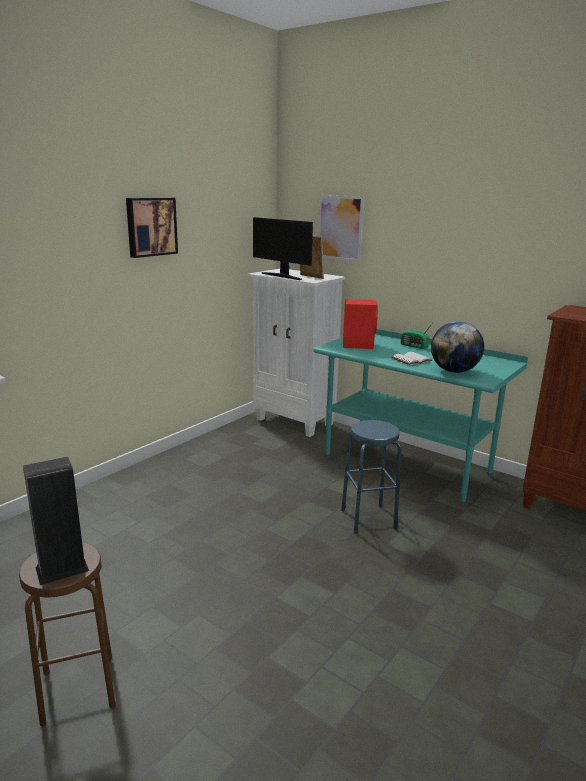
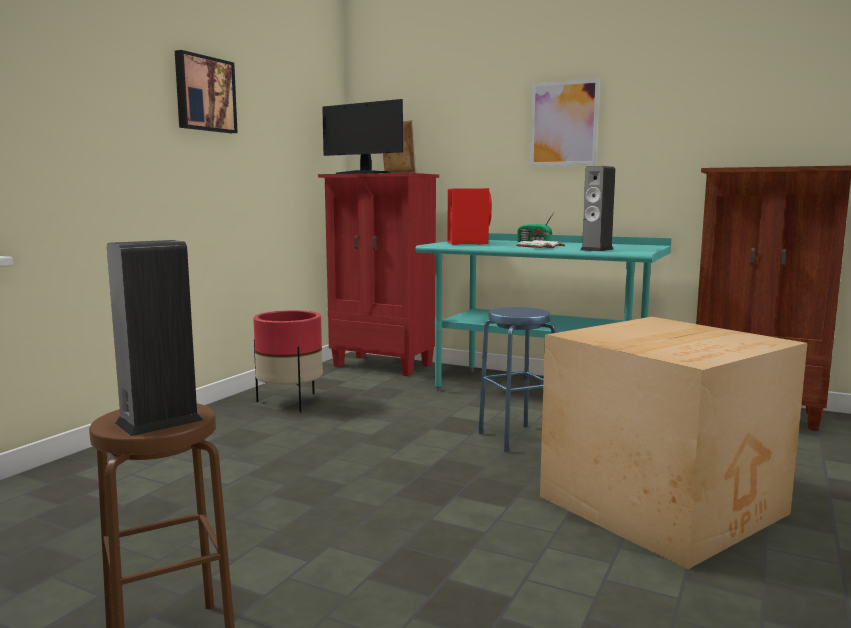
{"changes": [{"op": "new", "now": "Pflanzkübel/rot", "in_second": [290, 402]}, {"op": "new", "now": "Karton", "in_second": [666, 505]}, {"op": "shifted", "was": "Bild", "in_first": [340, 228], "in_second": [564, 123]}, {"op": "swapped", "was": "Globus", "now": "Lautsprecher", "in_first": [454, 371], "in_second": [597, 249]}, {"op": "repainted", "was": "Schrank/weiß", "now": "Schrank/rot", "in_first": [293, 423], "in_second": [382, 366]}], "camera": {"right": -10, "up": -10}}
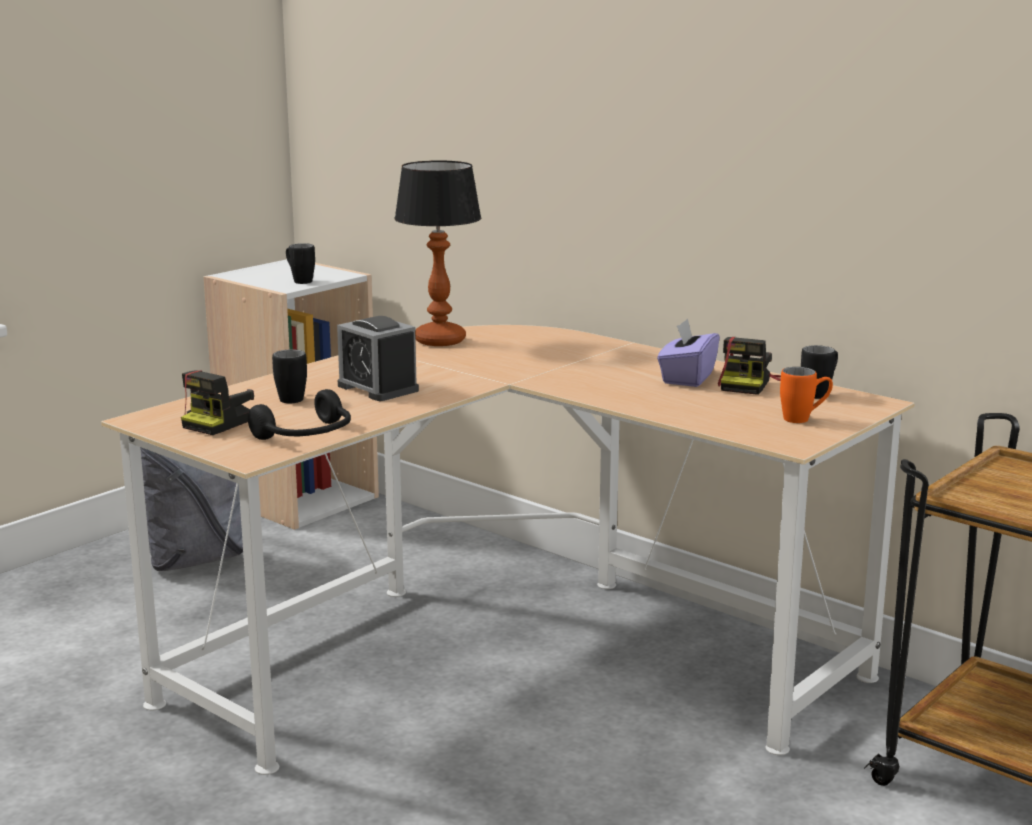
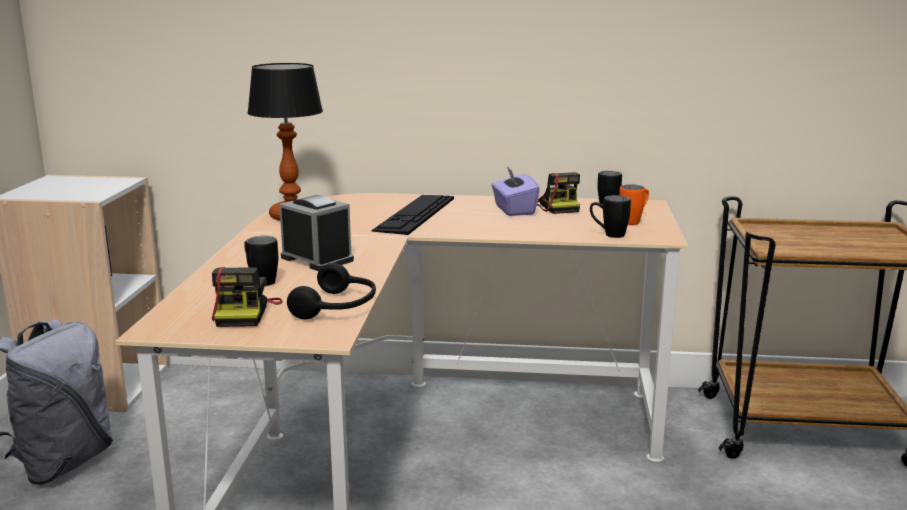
{"changes": [{"op": "new", "now": "Tastatur", "in_second": [415, 214]}, {"op": "shifted", "was": "Henkelbecher/schwarz", "in_first": [299, 281], "in_second": [608, 234]}, {"op": "rotated", "was": "Wecker", "in_first": [378, 388], "in_second": [317, 259], "clockwise": -150}], "camera": {"right": -35, "up": 0}}
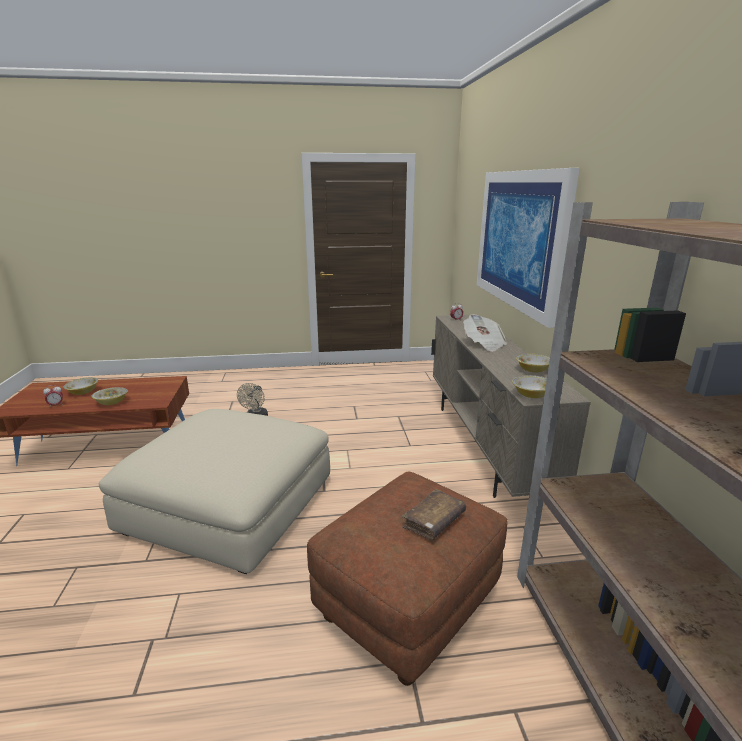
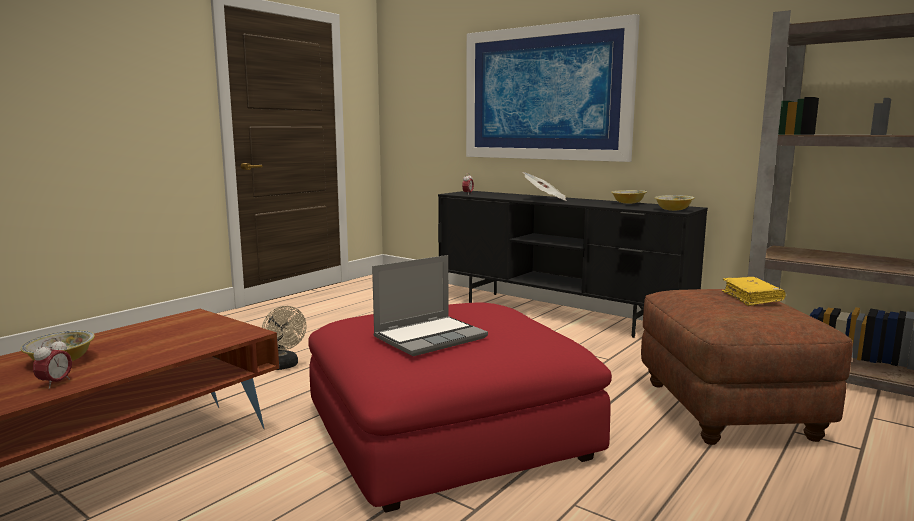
{"changes": [{"op": "gone", "was": "Schüssel", "in_first": [112, 403]}, {"op": "new", "now": "Laptop", "in_second": [430, 337]}, {"op": "repainted", "was": "Polsterhocker/beige", "now": "Polsterhocker/rot", "in_first": [230, 505], "in_second": [448, 432]}, {"op": "repainted", "was": "Buch/braun", "now": "Buch/gelb", "in_first": [434, 521], "in_second": [751, 298]}, {"op": "repainted", "was": "Fernsehschrank/beige", "now": "Fernsehschrank/schwarz", "in_first": [485, 446], "in_second": [557, 313]}], "camera": {"right": -45, "up": -10}}
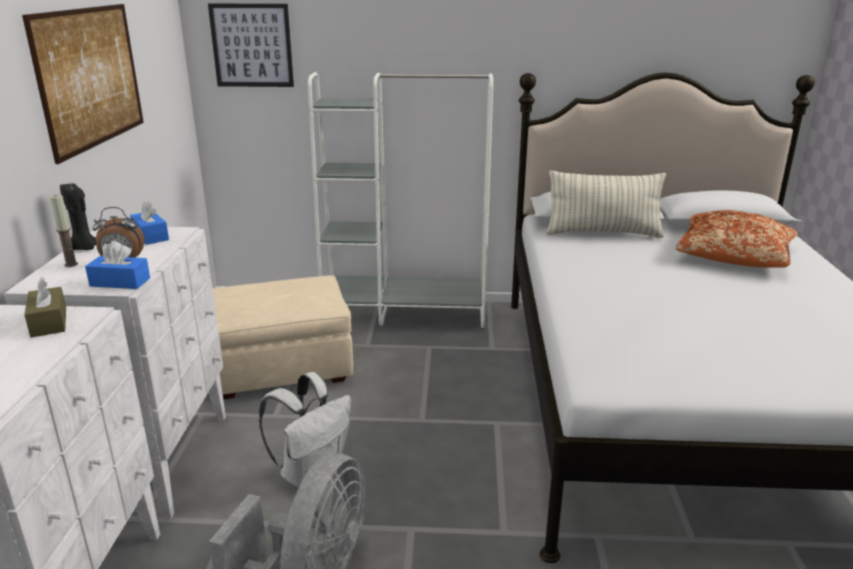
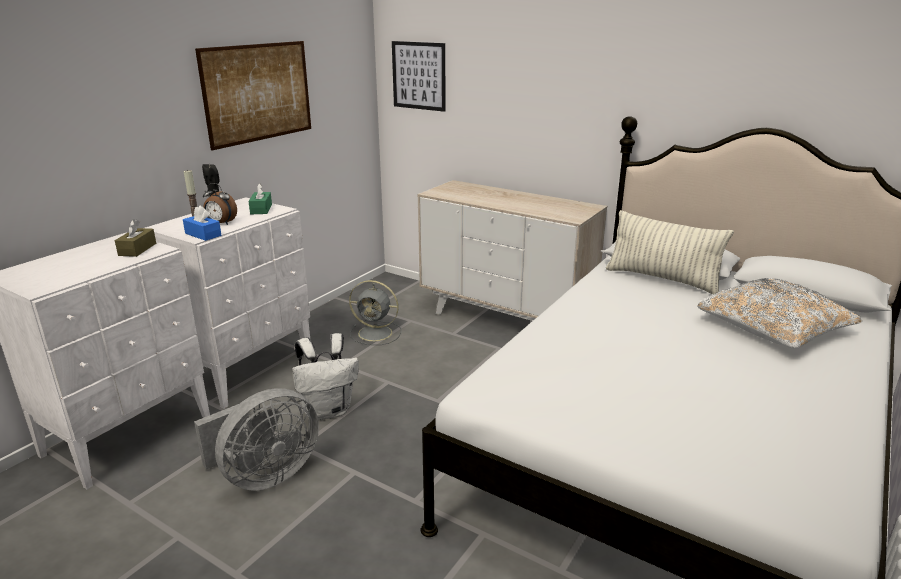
{"changes": [{"op": "swapped", "was": "Polsterhocker/beige", "now": "Ventilator/grau", "in_first": [280, 368], "in_second": [376, 333]}, {"op": "swapped", "was": "Kleiderständer/grau", "now": "Kommode/weiß", "in_first": [405, 316], "in_second": [504, 319]}, {"op": "repainted", "was": "Taschentuchbox/blau", "now": "Taschentuchbox/grün", "in_first": [150, 236], "in_second": [261, 209]}, {"op": "repainted", "was": "Kissen/orange", "now": "Kissen/weiß", "in_first": [734, 255], "in_second": [773, 327]}], "camera": {"right": 30, "up": 0}}
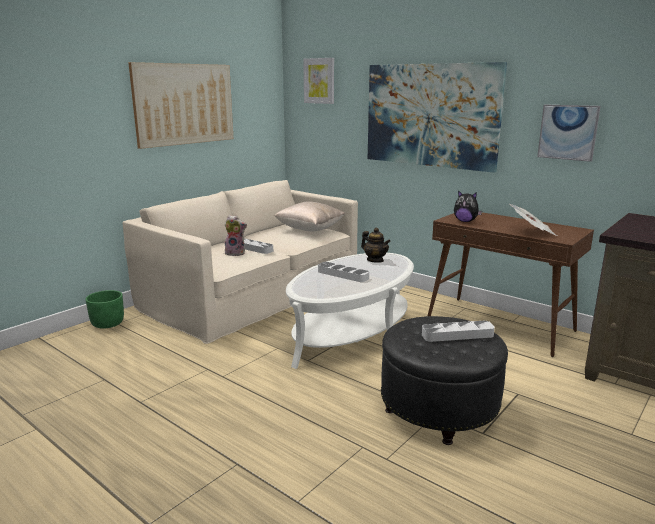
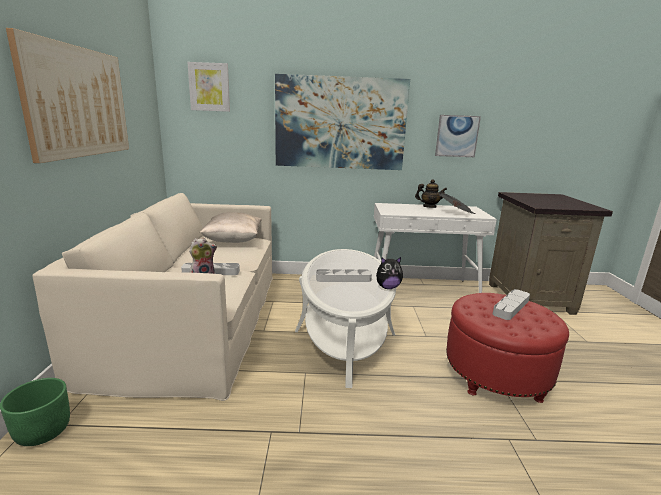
{"changes": [{"op": "shifted", "was": "Teekanne", "in_first": [375, 260], "in_second": [429, 207]}, {"op": "shifted", "was": "Plüschtier", "in_first": [465, 221], "in_second": [387, 287]}, {"op": "repainted", "was": "Polsterhocker/schwarz", "now": "Polsterhocker/rot", "in_first": [439, 411], "in_second": [496, 375]}, {"op": "repainted", "was": "Konsolentisch/braun", "now": "Konsolentisch/weiß", "in_first": [500, 325], "in_second": [422, 289]}], "camera": {"right": -40, "up": 0}}
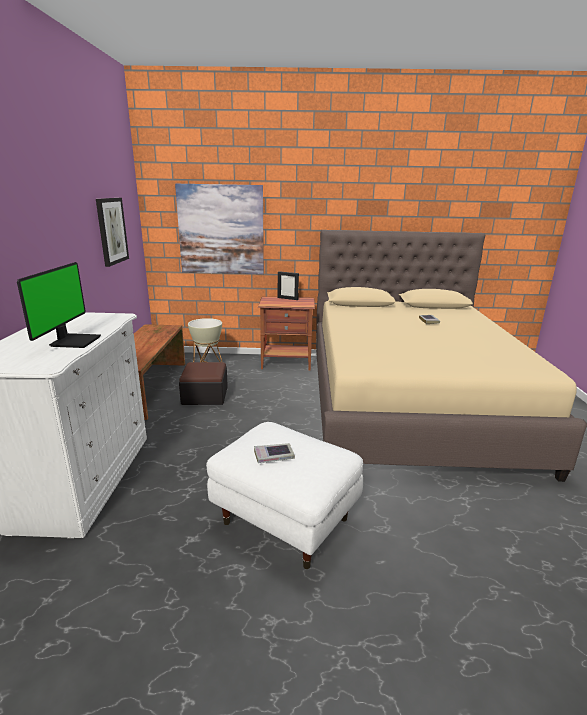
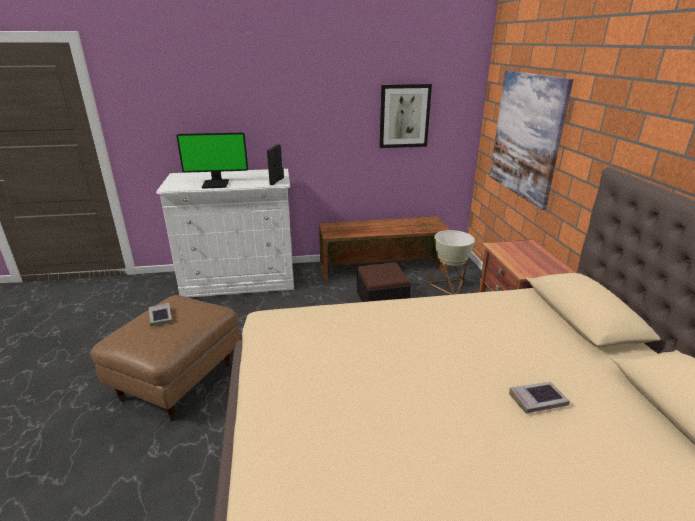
{"changes": [{"op": "shifted", "was": "Bilderrahmen", "in_first": [288, 298], "in_second": [277, 181]}, {"op": "repainted", "was": "Polsterhocker/weiß", "now": "Polsterhocker/braun", "in_first": [284, 520], "in_second": [179, 380]}], "camera": {"right": 80, "up": 5}}
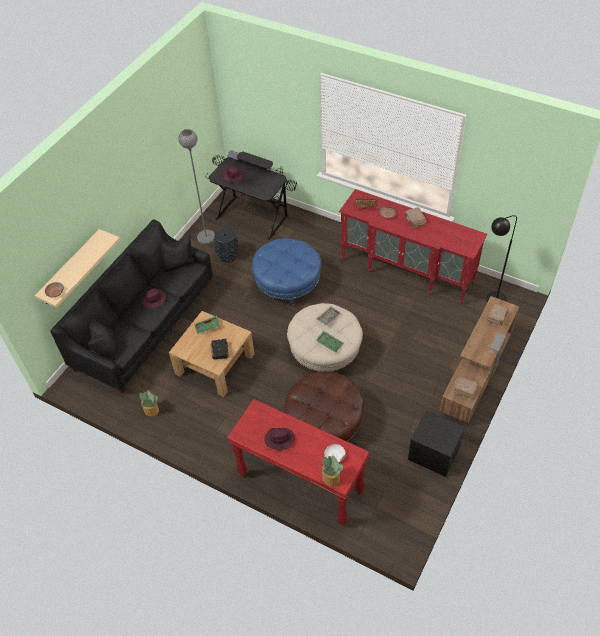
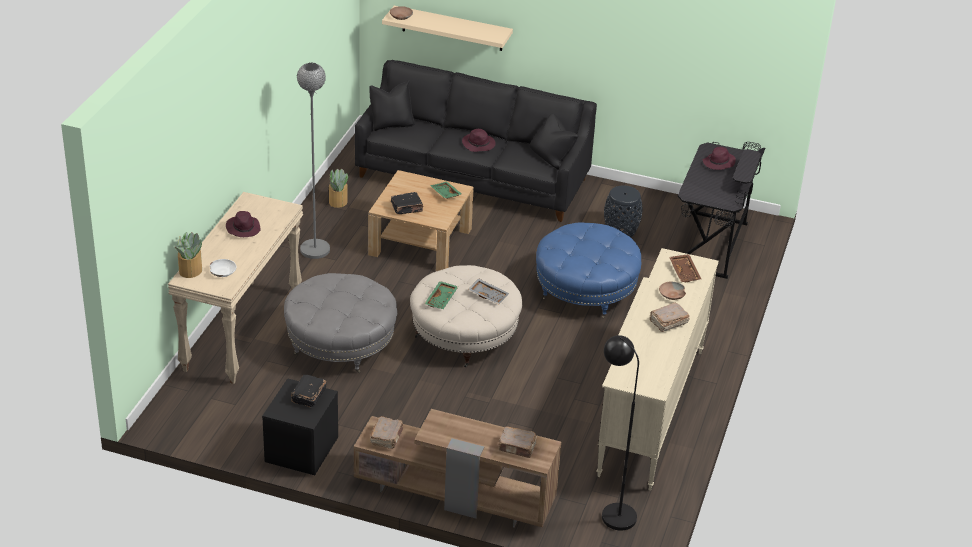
{"changes": [{"op": "new", "now": "Buch/schwarz", "in_second": [308, 396]}, {"op": "shifted", "was": "Stehlampe/grau", "in_first": [206, 237], "in_second": [315, 250]}, {"op": "repainted", "was": "Konsolentisch/rot", "now": "Konsolentisch/beige", "in_first": [300, 484], "in_second": [241, 330]}, {"op": "repainted", "was": "Polsterhocker/braun", "now": "Polsterhocker/grau", "in_first": [324, 422], "in_second": [341, 344]}, {"op": "repainted", "was": "Schrank/rot", "now": "Schrank/beige", "in_first": [406, 271], "in_second": [650, 411]}], "camera": {"right": 75, "up": -15}}
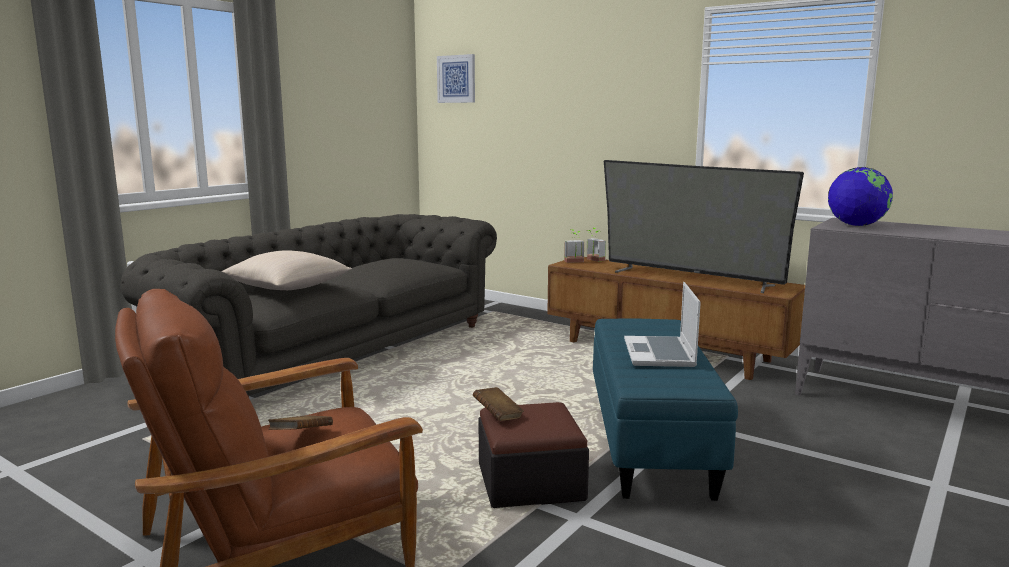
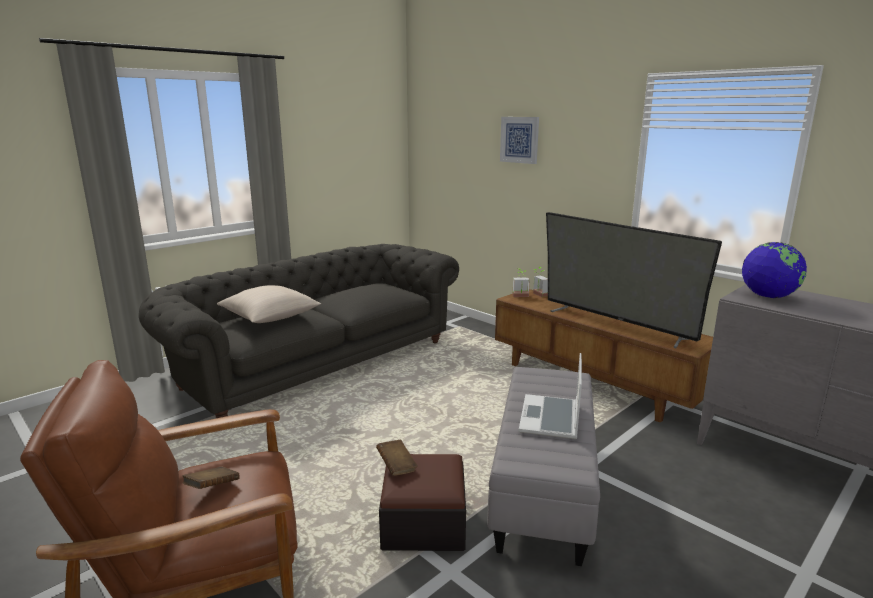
{"changes": [{"op": "shifted", "was": "Bild", "in_first": [456, 79], "in_second": [519, 140]}, {"op": "repainted", "was": "Polsterhocker/blau", "now": "Polsterhocker/grau", "in_first": [652, 443], "in_second": [544, 489]}], "camera": {"right": 10, "up": 5}}
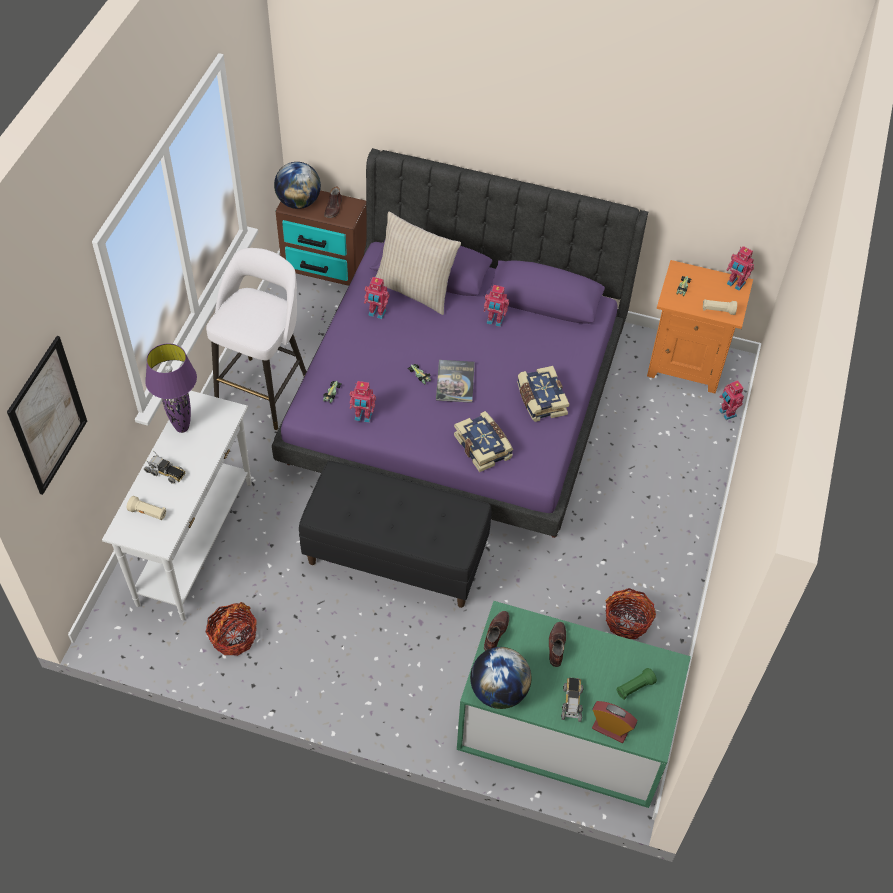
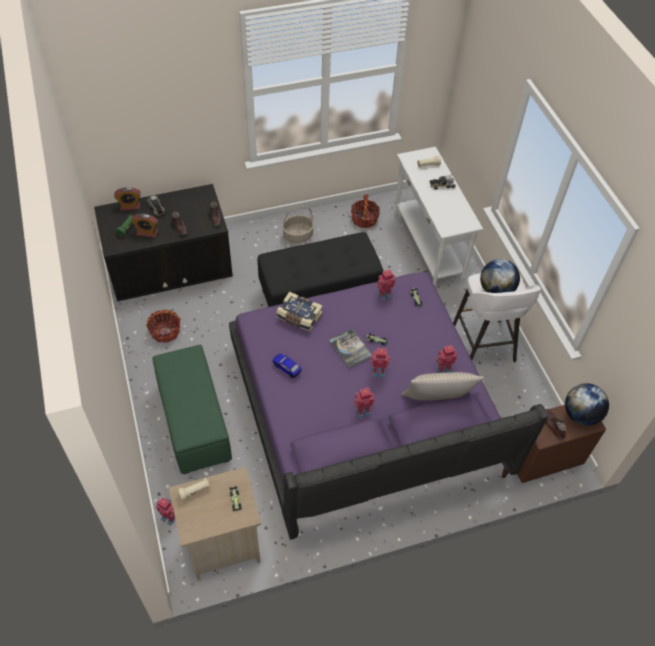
{"changes": [{"op": "gone", "was": "Bild", "in_first": [48, 416]}, {"op": "gone", "was": "Tischlampe/lila", "in_first": [182, 427]}, {"op": "new", "now": "Wecker", "in_second": [147, 232]}, {"op": "new", "now": "Polsterhocker/grün", "in_second": [194, 421]}, {"op": "new", "now": "Korb", "in_second": [298, 235]}, {"op": "shifted", "was": "Globus", "in_first": [498, 691], "in_second": [496, 290]}, {"op": "shifted", "was": "Spielzeugroboter", "in_first": [735, 284], "in_second": [378, 371]}, {"op": "swapped", "was": "Buch", "now": "Spielzeugauto", "in_first": [540, 400], "in_second": [287, 368]}, {"op": "repainted", "was": "Schrank/grün", "now": "Schrank/schwarz", "in_first": [564, 727], "in_second": [170, 264]}, {"op": "repainted", "was": "Nachttisch/orange", "now": "Nachttisch/beige", "in_first": [687, 365], "in_second": [221, 545]}], "camera": {"right": 145, "up": 0}}
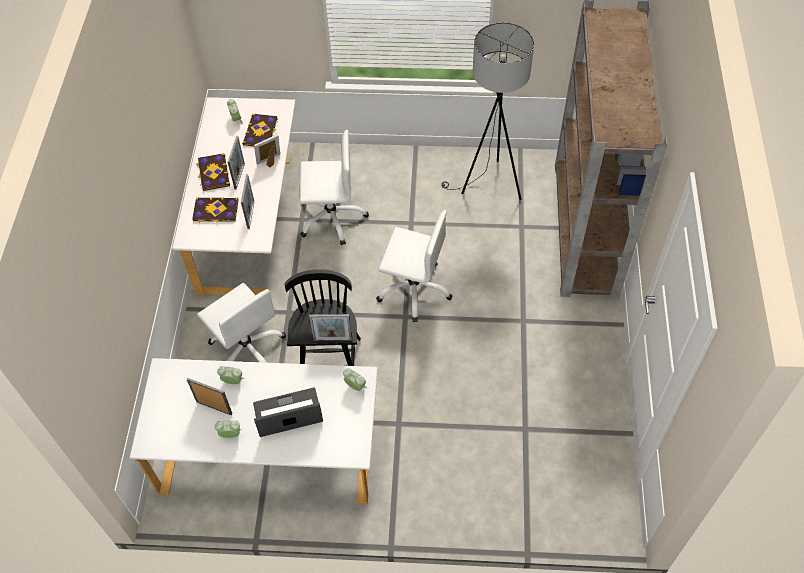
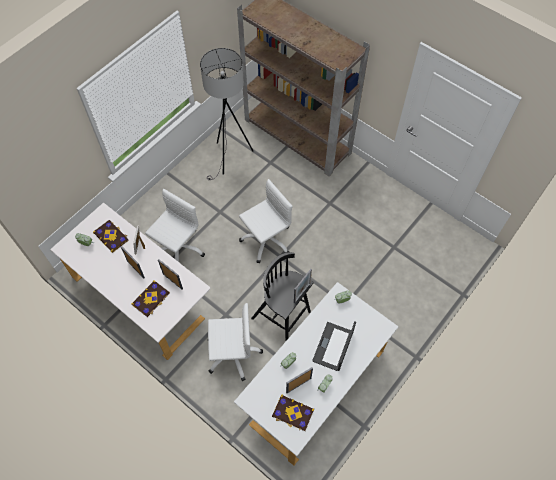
{"changes": [{"op": "shifted", "was": "Buch", "in_first": [213, 173], "in_second": [292, 413]}], "camera": {"right": -55, "up": 5}}
